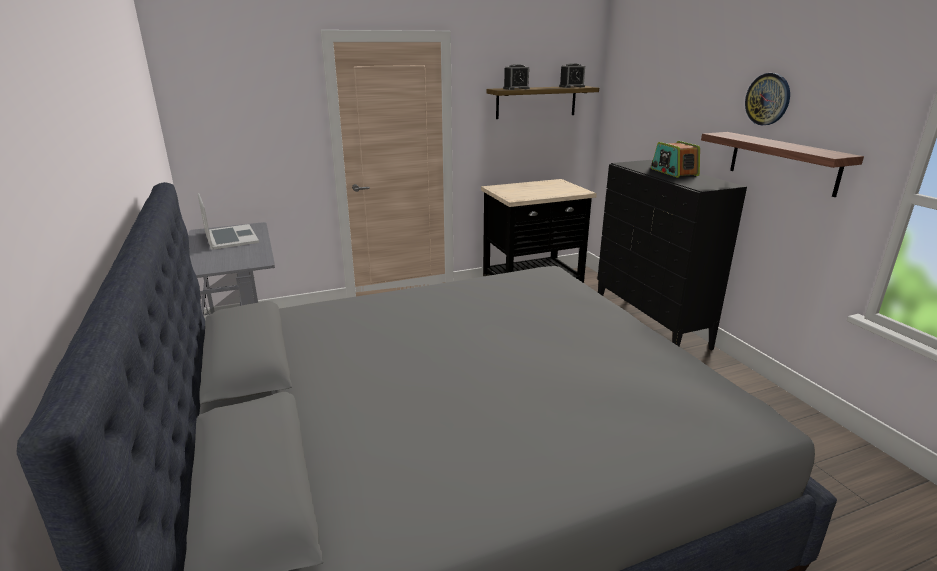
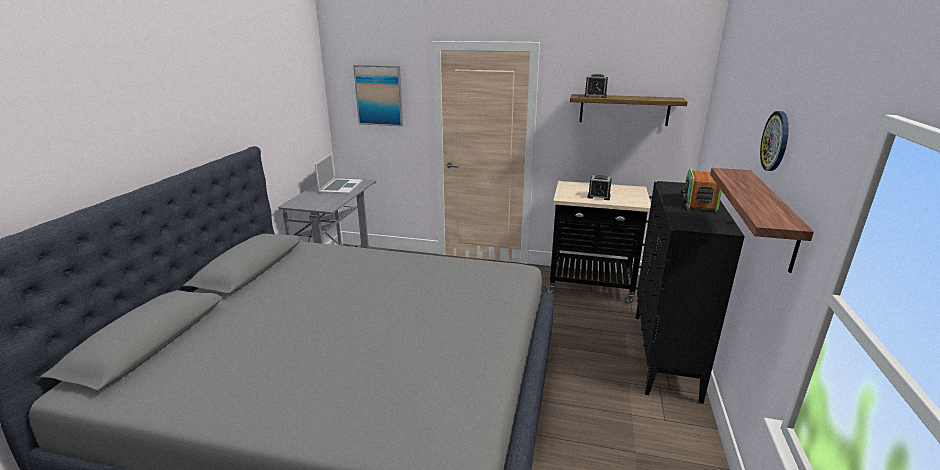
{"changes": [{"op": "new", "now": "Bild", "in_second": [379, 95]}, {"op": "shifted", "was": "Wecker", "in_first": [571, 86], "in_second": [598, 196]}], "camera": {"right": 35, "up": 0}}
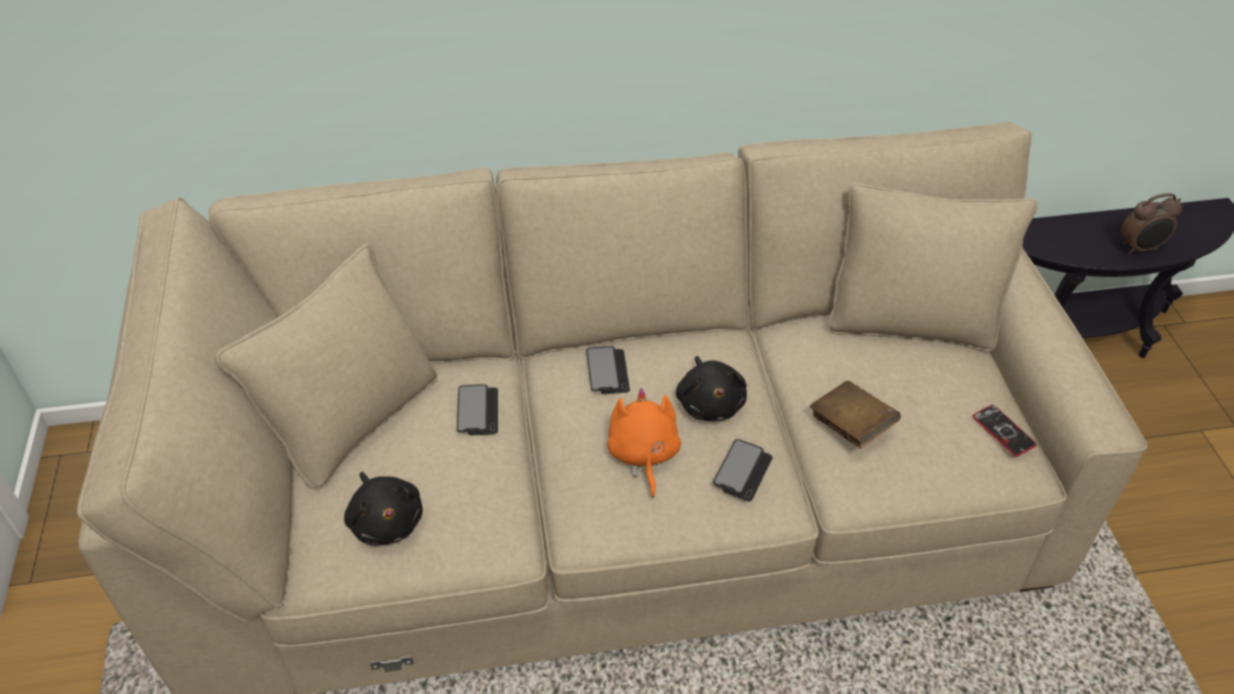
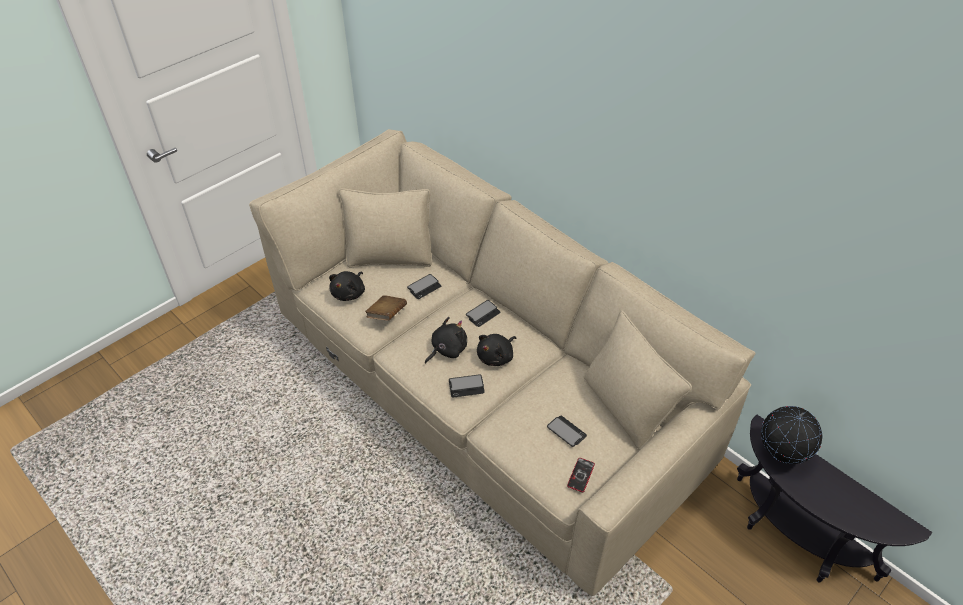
{"changes": [{"op": "gone", "was": "Wecker", "in_first": [1140, 248]}, {"op": "new", "now": "Handy", "in_second": [566, 431]}, {"op": "new", "now": "Globus", "in_second": [781, 455]}, {"op": "shifted", "was": "Buch/braun", "in_first": [850, 426], "in_second": [387, 315]}, {"op": "repainted", "was": "Plüschtier/orange", "now": "Plüschtier/schwarz", "in_first": [643, 455], "in_second": [447, 349]}], "camera": {"right": 55, "up": 0}}
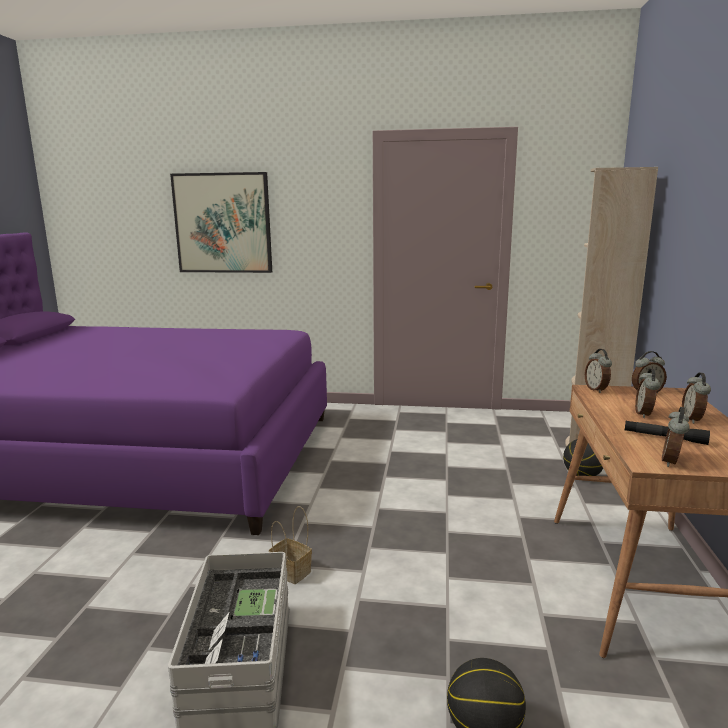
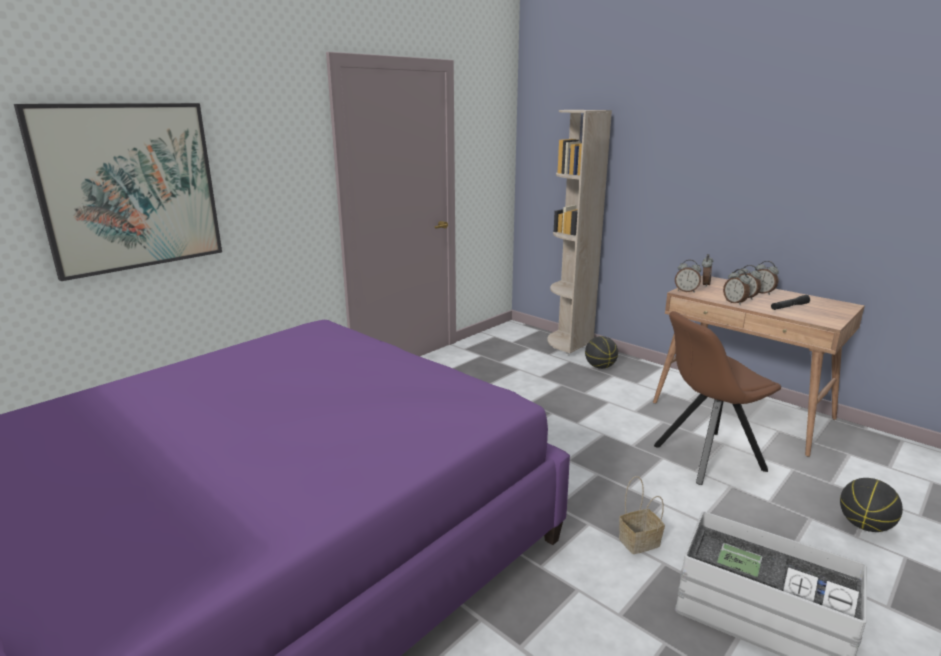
{"changes": [{"op": "new", "now": "Stuhl/braun", "in_second": [707, 457]}, {"op": "shifted", "was": "Wecker", "in_first": [672, 462], "in_second": [734, 302]}], "camera": {"right": -55, "up": 5}}
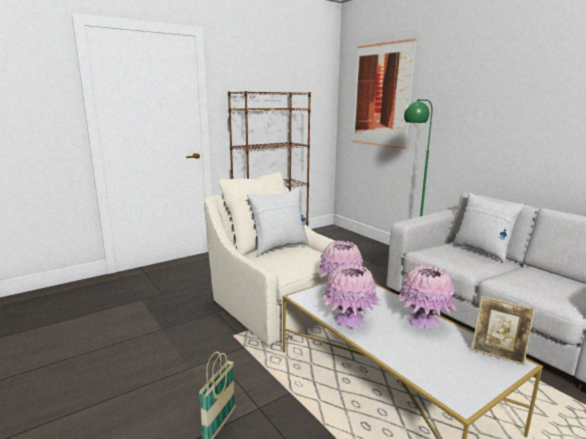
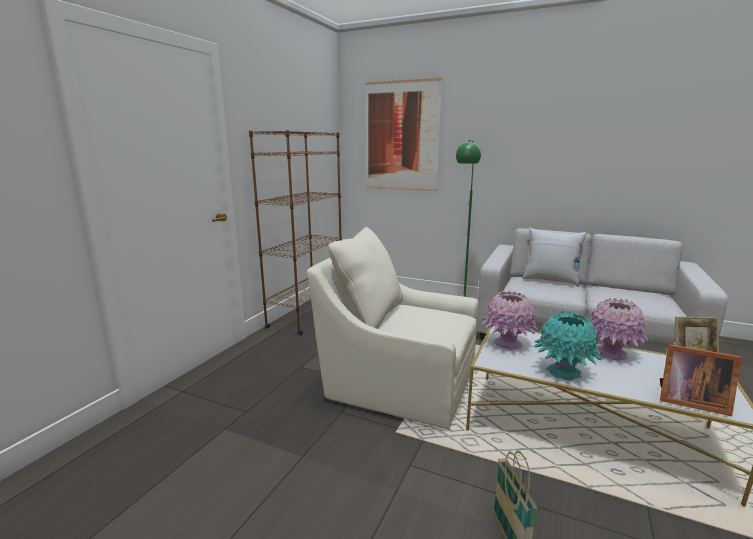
{"changes": [{"op": "gone", "was": "Kissen/grau", "in_first": [279, 247]}, {"op": "new", "now": "Bilderrahmen", "in_second": [688, 401]}, {"op": "repainted", "was": "Vase/rosa", "now": "Vase/türkis", "in_first": [349, 320], "in_second": [563, 372]}], "camera": {"right": -30, "up": 0}}
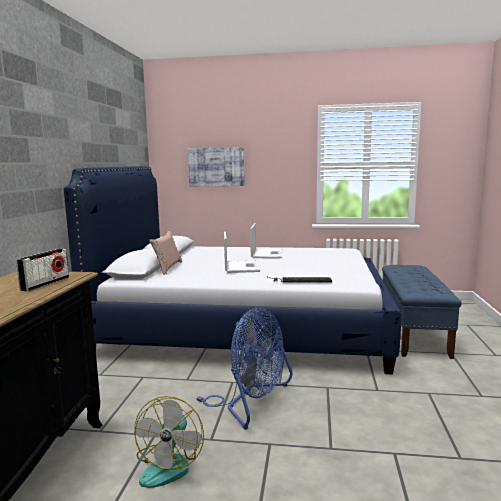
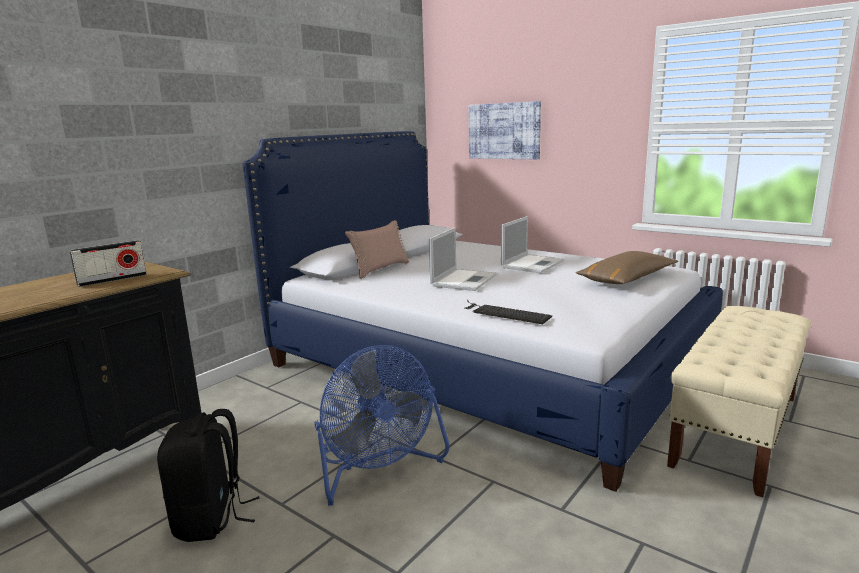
{"changes": [{"op": "new", "now": "Kissen/braun", "in_second": [626, 279]}, {"op": "swapped", "was": "Ventilator", "now": "Rucksack/schwarz", "in_first": [169, 464], "in_second": [211, 518]}, {"op": "repainted", "was": "Bank/blau", "now": "Bank/beige", "in_first": [413, 332], "in_second": [736, 429]}], "camera": {"right": 30, "up": 5}}
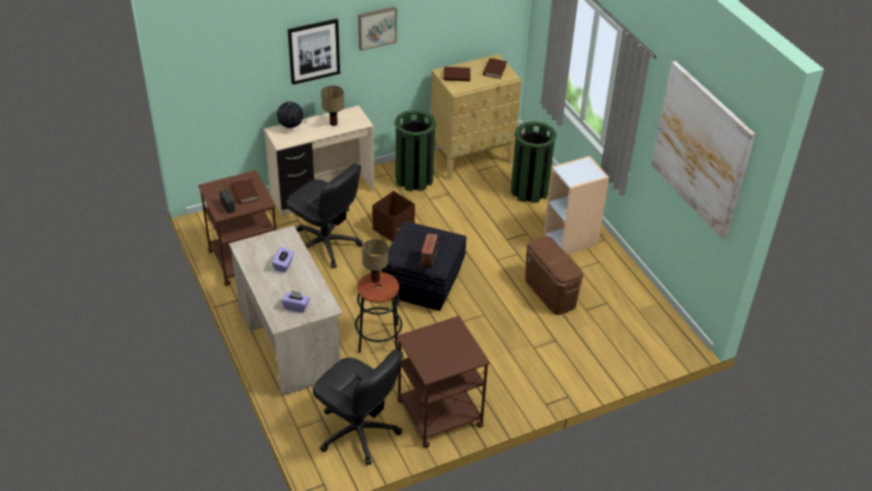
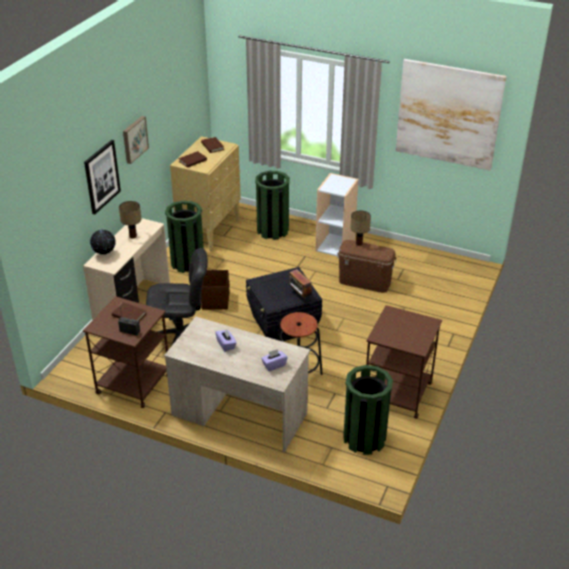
{"changes": [{"op": "shifted", "was": "Tischlampe", "in_first": [375, 279], "in_second": [359, 243]}, {"op": "swapped", "was": "Bürostuhl/schwarz", "now": "Mülleimer/grün", "in_first": [358, 432], "in_second": [364, 438]}], "camera": {"right": -40, "up": -5}}
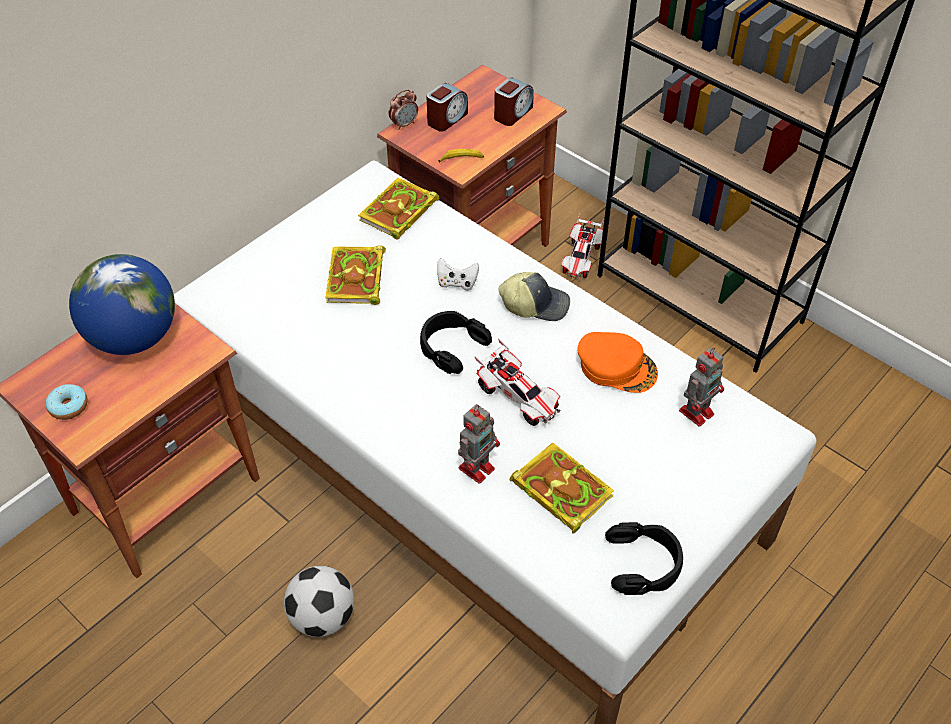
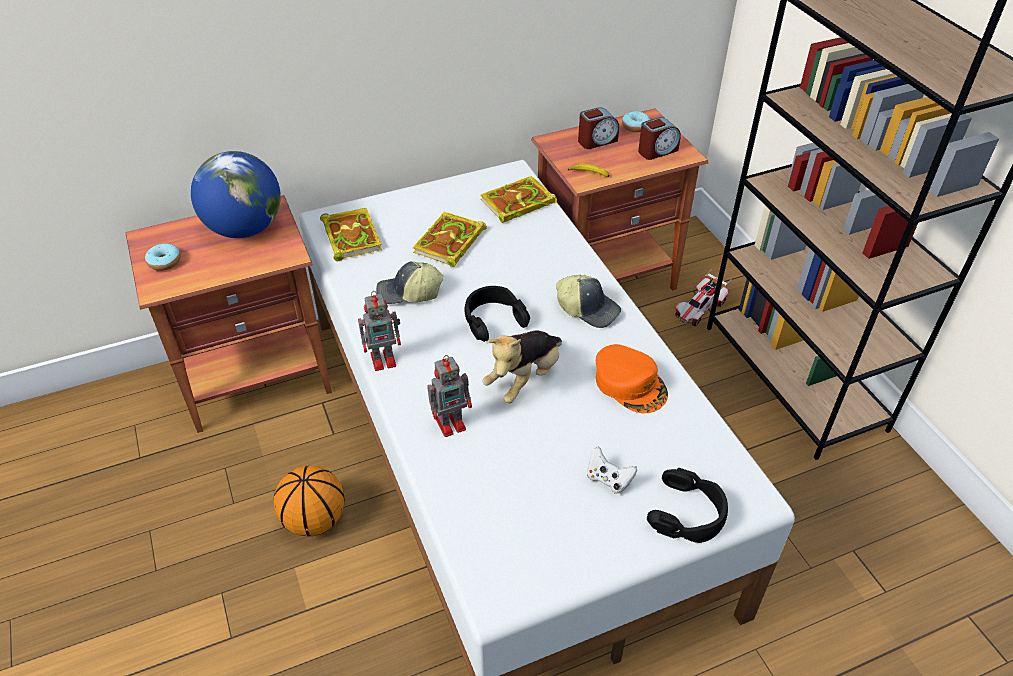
{"changes": [{"op": "gone", "was": "Wecker", "in_first": [404, 124]}, {"op": "new", "now": "Kappe", "in_second": [409, 293]}, {"op": "new", "now": "Donut", "in_second": [635, 126]}, {"op": "shifted", "was": "Gamepad/weiß", "in_first": [457, 283], "in_second": [608, 479]}, {"op": "shifted", "was": "Buch", "in_first": [559, 489], "in_second": [350, 236]}, {"op": "shifted", "was": "Kopfhörer/schwarz", "in_first": [643, 564], "in_second": [688, 514]}, {"op": "shifted", "was": "Spielzeugroboter", "in_first": [697, 411], "in_second": [385, 359]}, {"op": "swapped", "was": "Fußball", "now": "Basketball", "in_first": [322, 617], "in_second": [314, 519]}, {"op": "swapped", "was": "Spielzeugauto", "now": "Plüschtier", "in_first": [518, 397], "in_second": [524, 378]}], "camera": {"right": 25, "up": -5}}
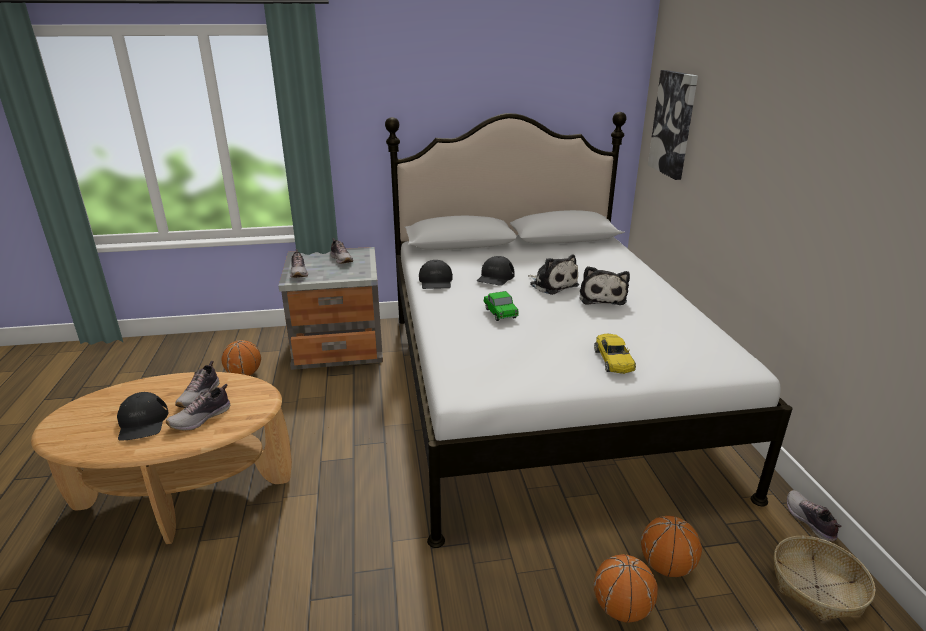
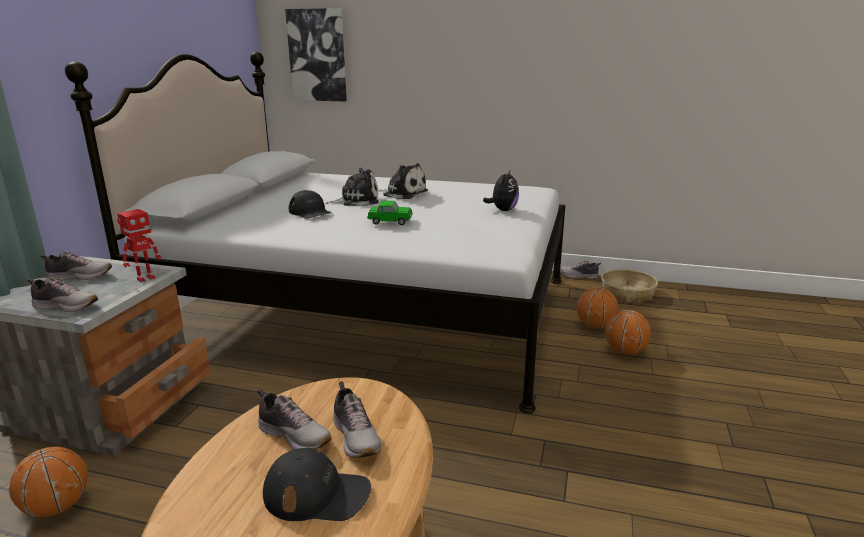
{"changes": [{"op": "gone", "was": "Kappe/schwarz", "in_first": [436, 281]}, {"op": "new", "now": "Spielzeugroboter", "in_second": [145, 278]}, {"op": "swapped", "was": "Spielzeugauto/gelb", "now": "Plüschtier", "in_first": [613, 360], "in_second": [503, 210]}], "camera": {"right": -65, "up": -5}}
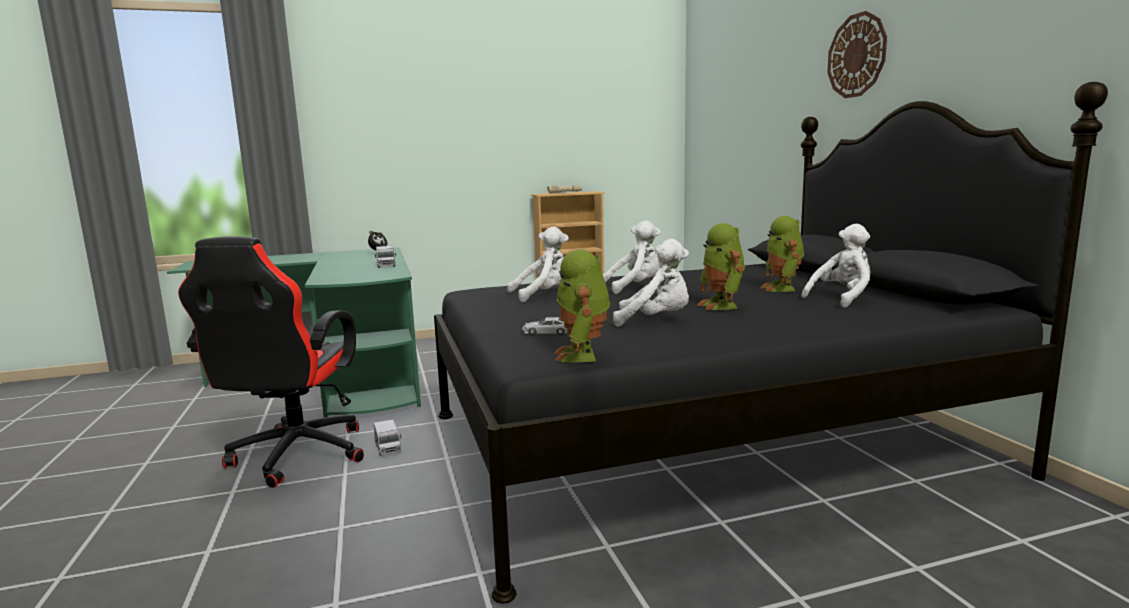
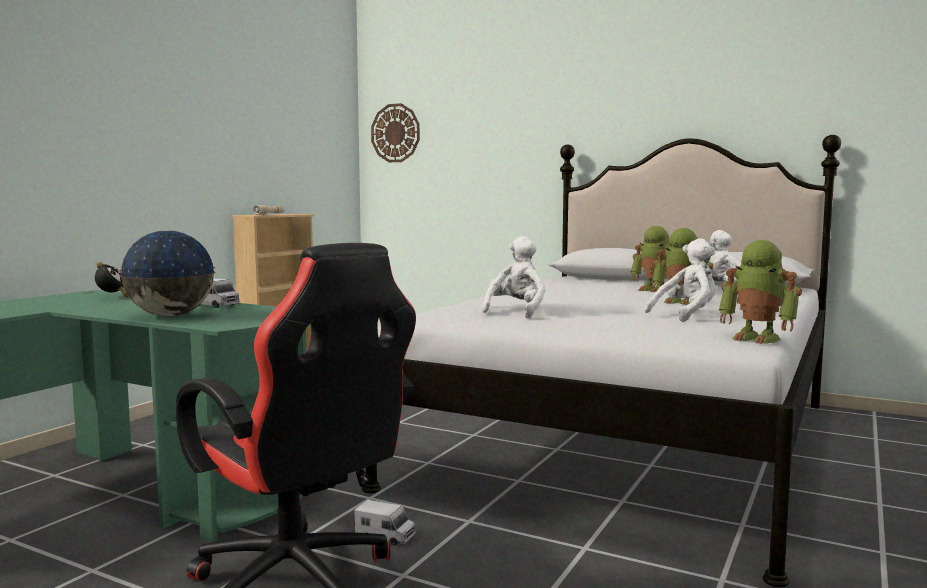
{"changes": [{"op": "gone", "was": "Spielzeugauto", "in_first": [548, 332]}, {"op": "gone", "was": "Plüschtier/weiß", "in_first": [634, 287]}, {"op": "new", "now": "Globus", "in_second": [170, 315]}, {"op": "shifted", "was": "Wanduhr", "in_first": [857, 55], "in_second": [395, 133]}, {"op": "repainted", "was": "Bett/schwarz", "now": "Bett/weiß", "in_first": [703, 444], "in_second": [631, 442]}], "camera": {"right": -45, "up": -5}}
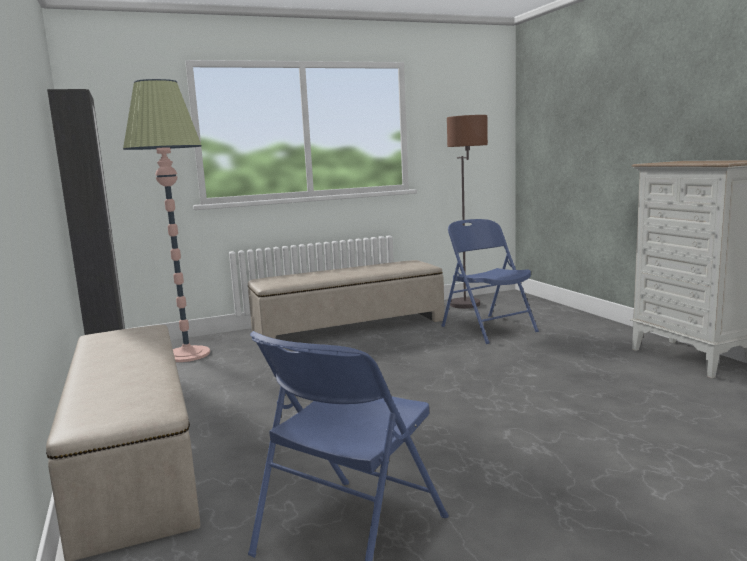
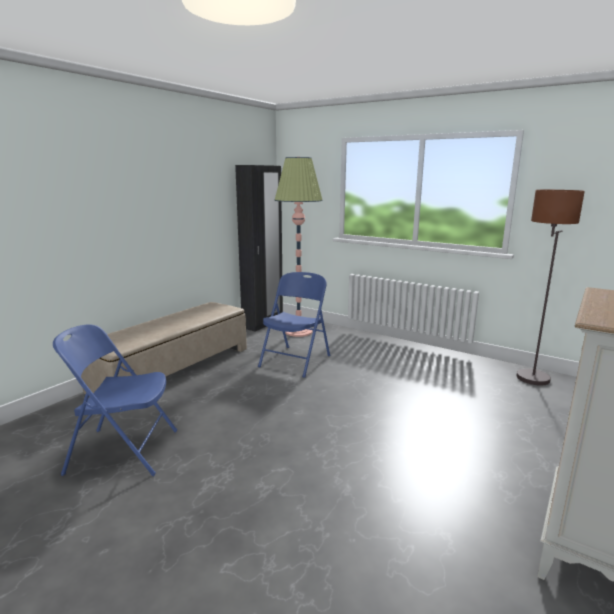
{"changes": [{"op": "gone", "was": "Bank/beige", "in_first": [350, 327]}, {"op": "shifted", "was": "Stuhl/blau", "in_first": [489, 329], "in_second": [295, 361]}], "camera": {"right": 55, "up": 5}}
